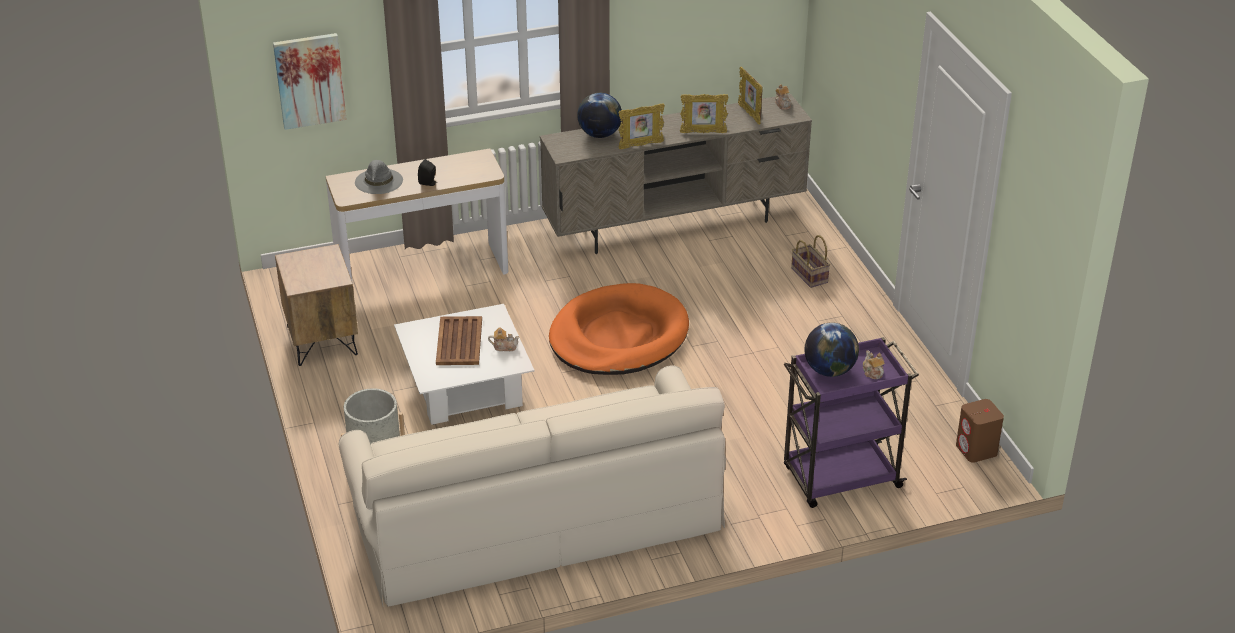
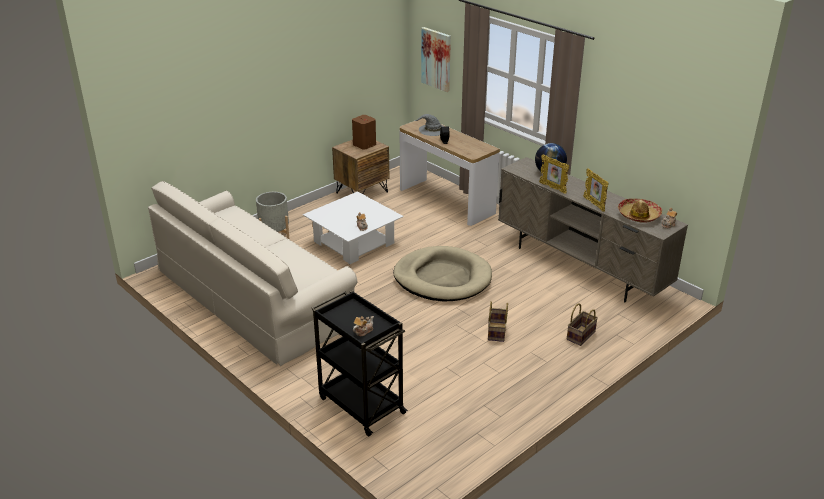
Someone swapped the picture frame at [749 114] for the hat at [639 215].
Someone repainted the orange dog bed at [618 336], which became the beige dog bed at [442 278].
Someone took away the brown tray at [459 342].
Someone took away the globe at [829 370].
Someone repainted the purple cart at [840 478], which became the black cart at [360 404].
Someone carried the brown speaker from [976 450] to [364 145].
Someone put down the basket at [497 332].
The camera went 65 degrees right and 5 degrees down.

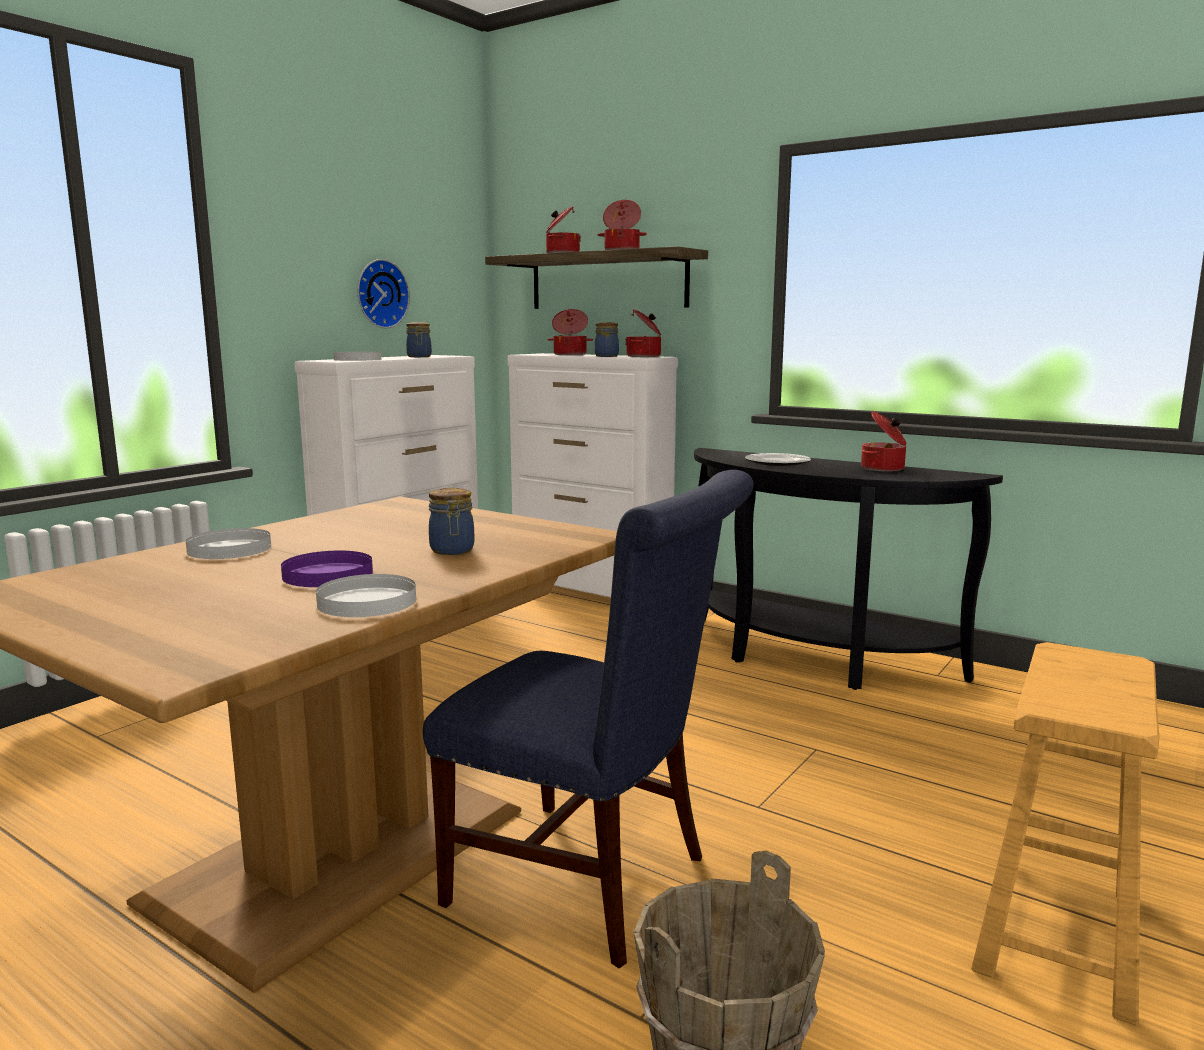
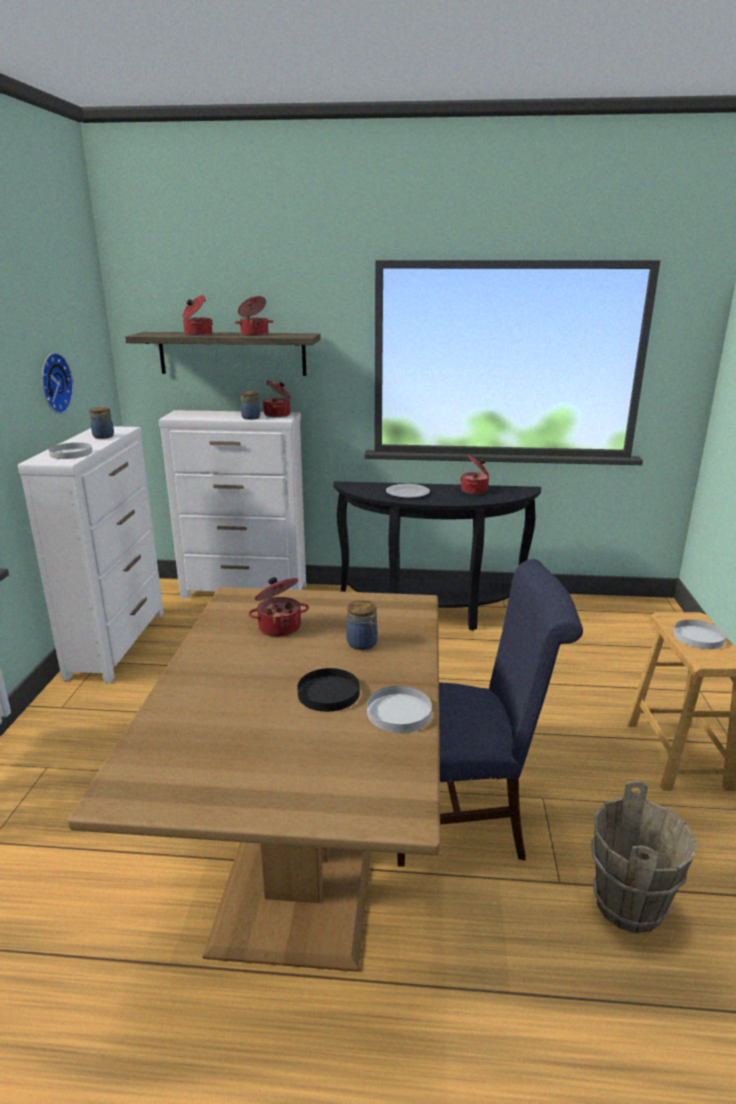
Someone carried the cooking pot from [570 354] to [279 627].
Someone carried the white plate from [229 549] to [698 637].
Someone repainted the purple plate at [328 574], which became the black plate at [329 693].
The camera went 30 degrees left and 10 degrees up.

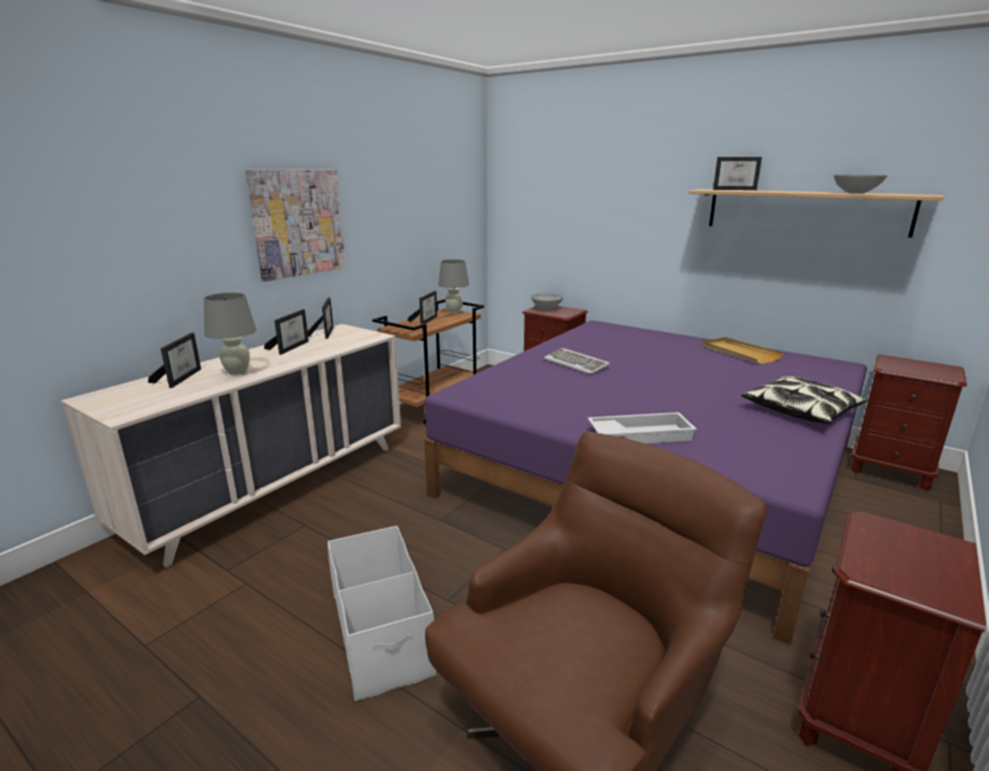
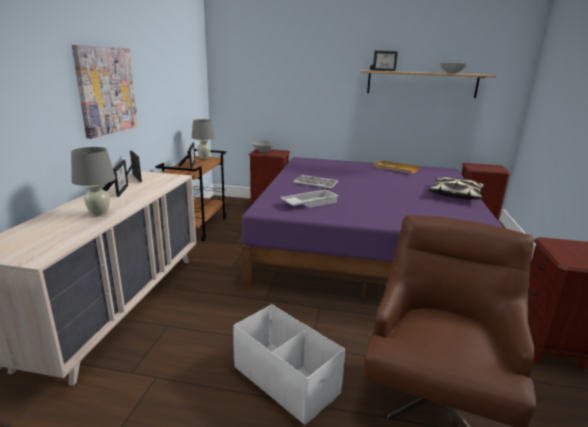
Someone took away the picture frame at [181 377].
Someone carried the white tray from [640 434] to [309 203].
The camera went 25 degrees left and 0 degrees up.

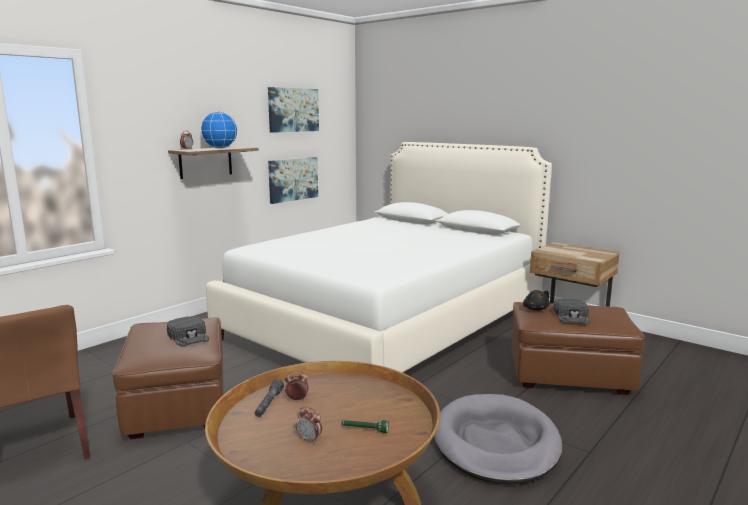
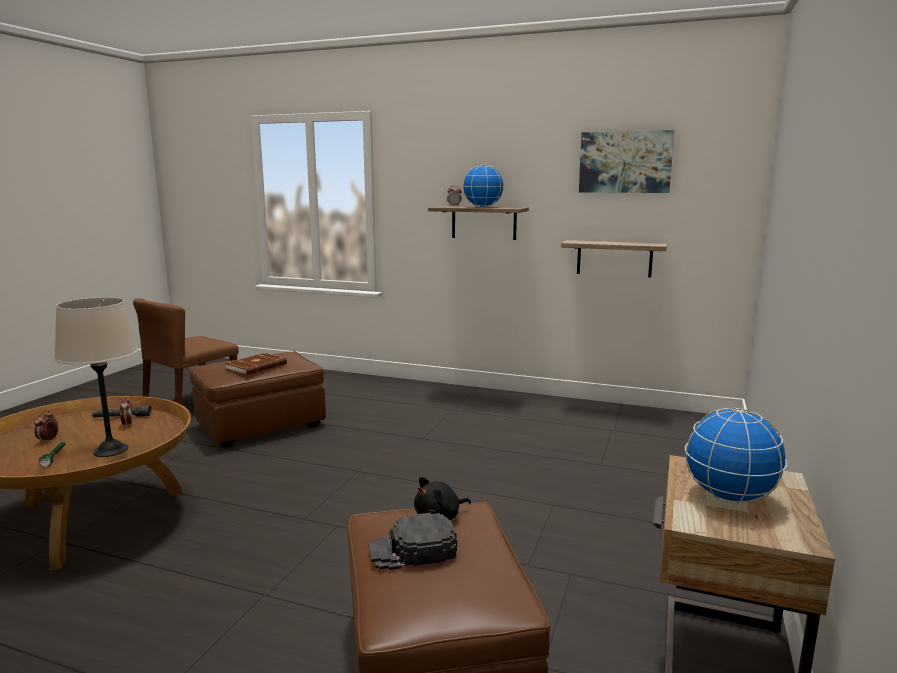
Someone took away the white bed at [388 323].
Someone swapped the picture at [293 179] for the shelf at [614 258].
Someone swapped the black cap at [189 336] for the brown book at [257 367].
Someone took away the grey dog bed at [495 443].
Someone put down the beige table lamp at [110 450].
Someone put down the globe at [729 497].
The camera went 70 degrees right and 0 degrees up.

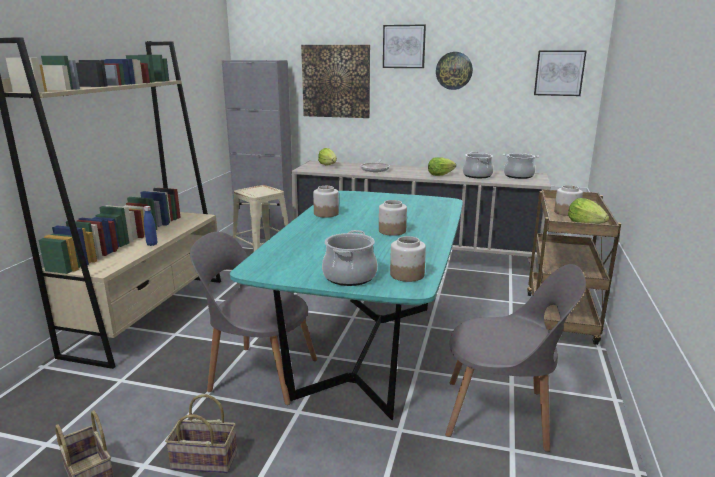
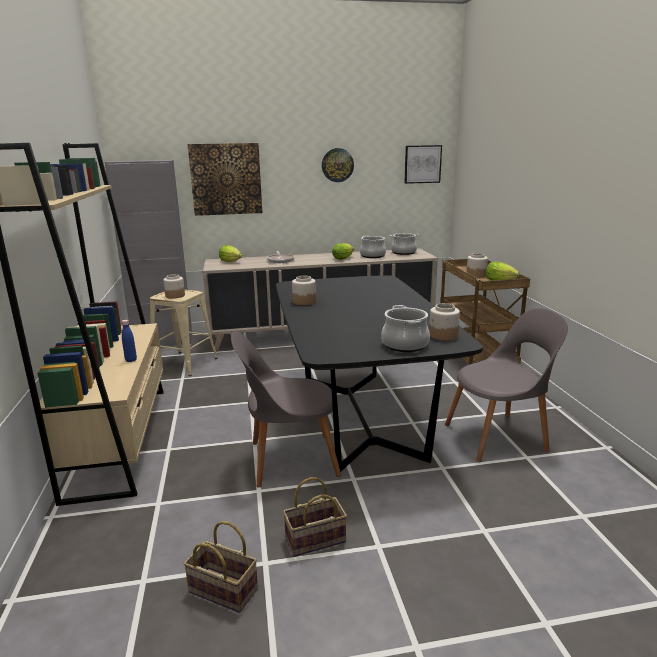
Someone took away the picture at [404 46].
Someone repainted the turquoise dining table at [368 349], which became the black dining table at [360 417].
Someone carried the jar from [392 231] to [175 296].
The camera went 25 degrees left and 0 degrees up.

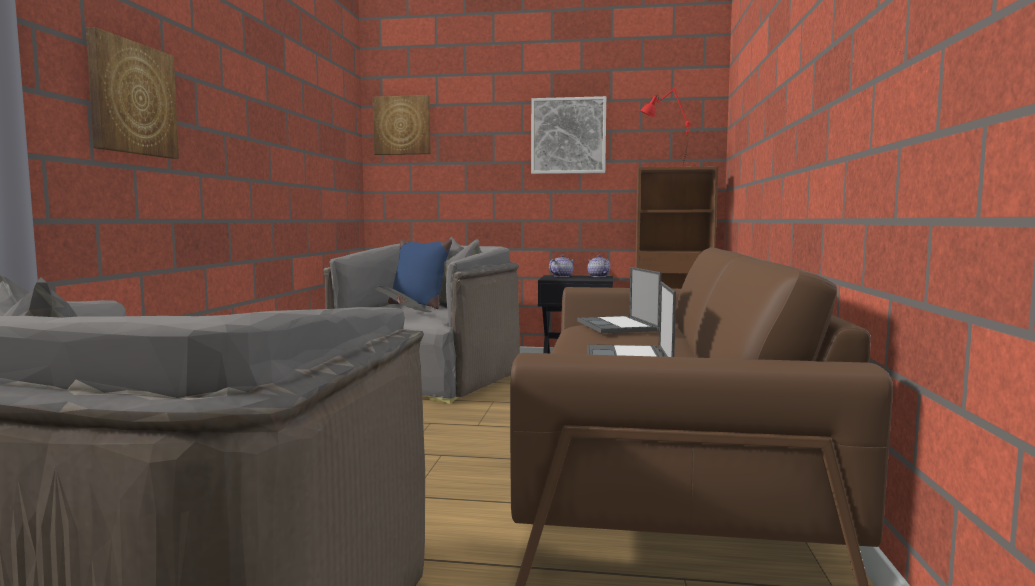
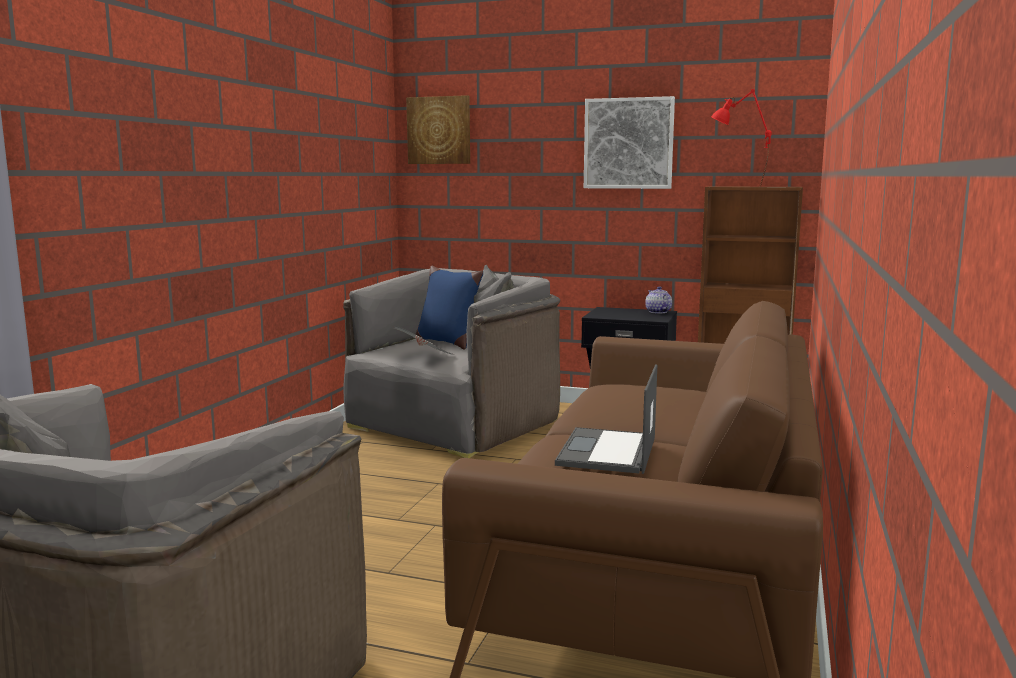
Someone took away the picture at [131 98].
Someone took away the teapot at [561 276].
Someone took away the laptop at [617 326].
The camera went 10 degrees right and 5 degrees up.

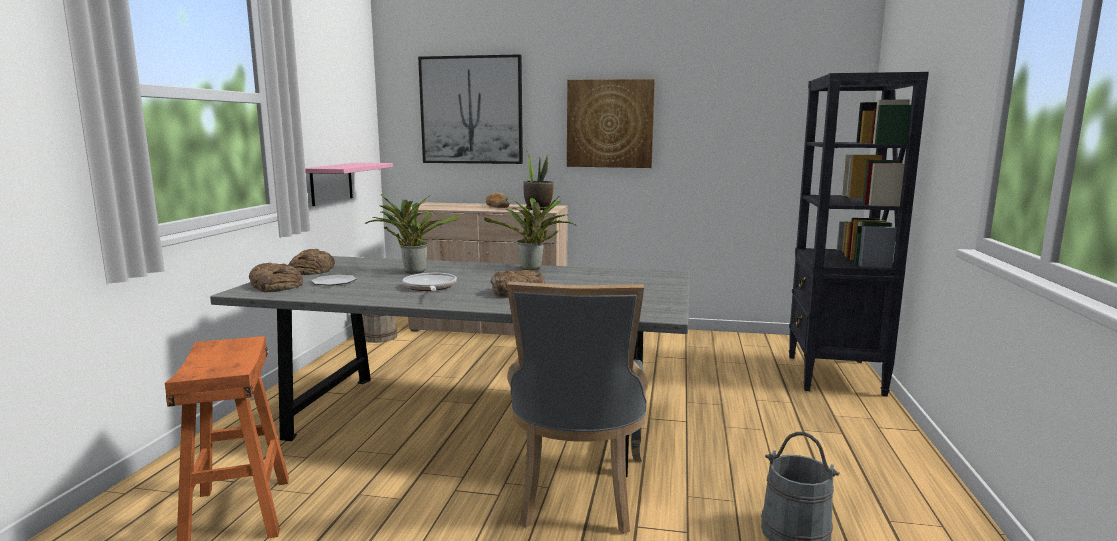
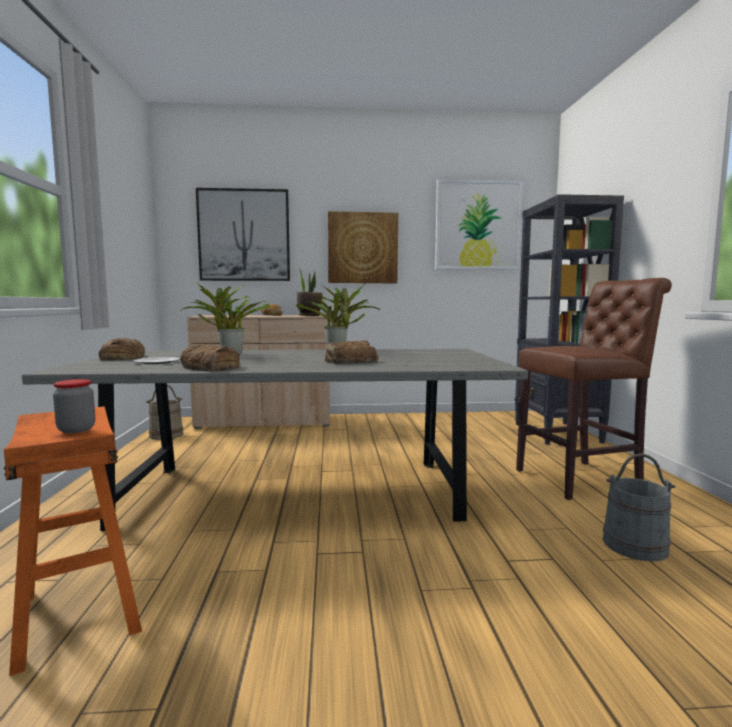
Someone took away the pink shelf at [331 183].
Someone carried the bread from [275 285] to [211 367].
Someone took away the frying pan at [430 287].
Someone took away the grey chair at [578 493].
Someone put up the picture at [478 225].
Someone put down the brown stool at [582 479].
Someone put down the jar at [76 429].
The camera went 15 degrees left and 5 degrees down.

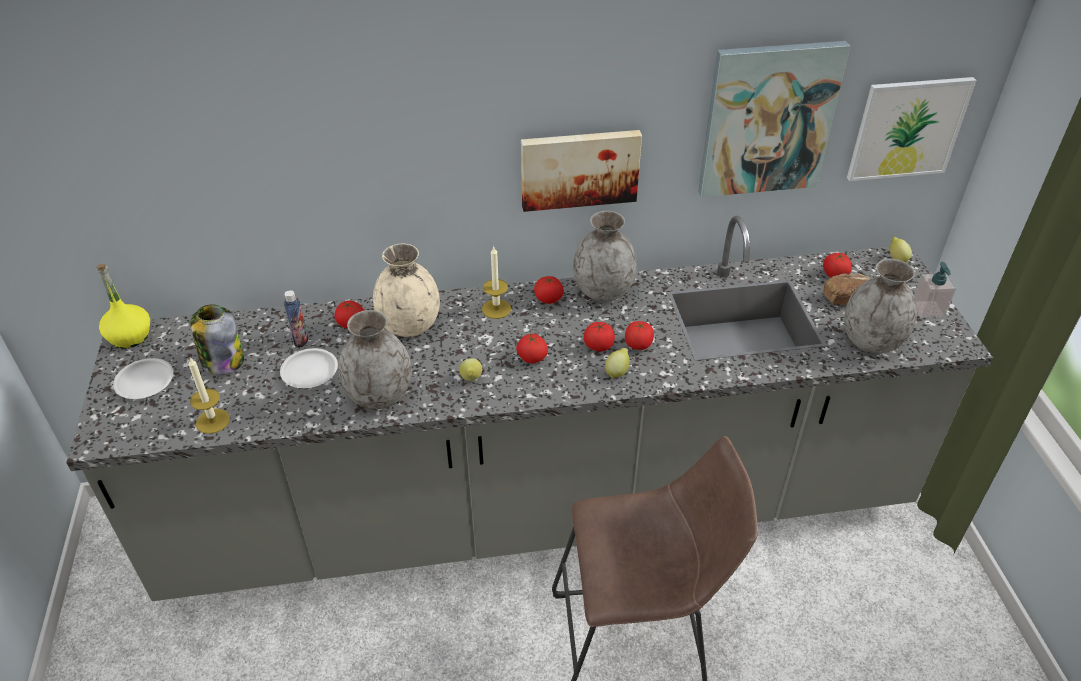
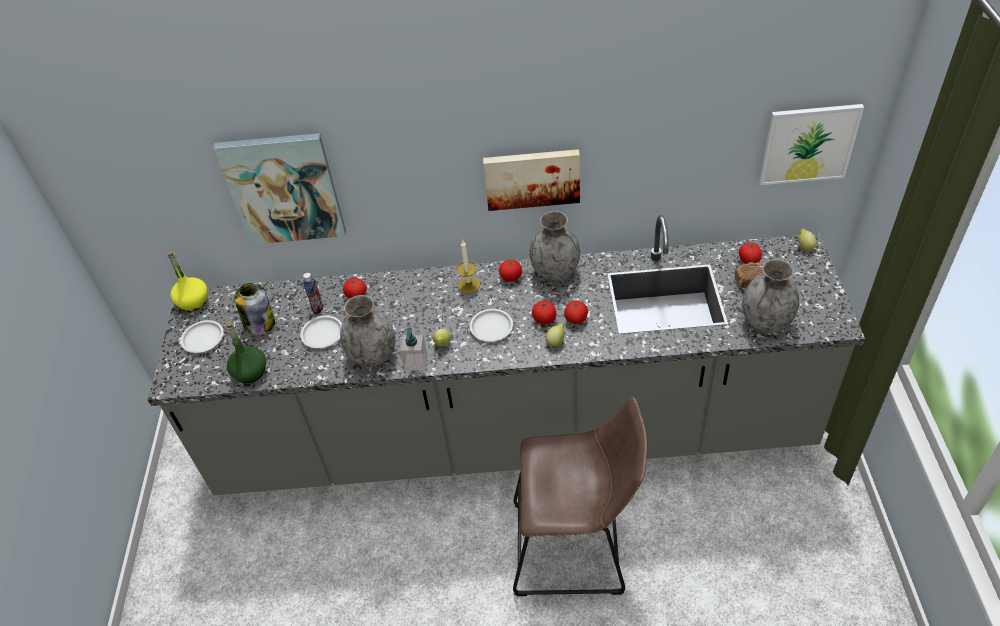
Someone carried the picture from [768 119] to [283 188].
Someone took away the beige vase at [410 325].
Someone carried the soap dispenser from [928 309] to [415 362].
Someone swapped the tomato at [532 358] for the white plate at [491 328].
Someone swapped the candle at [213 421] for the green bottle at [250 372].
The camera went 10 degrees right and 5 degrees up.

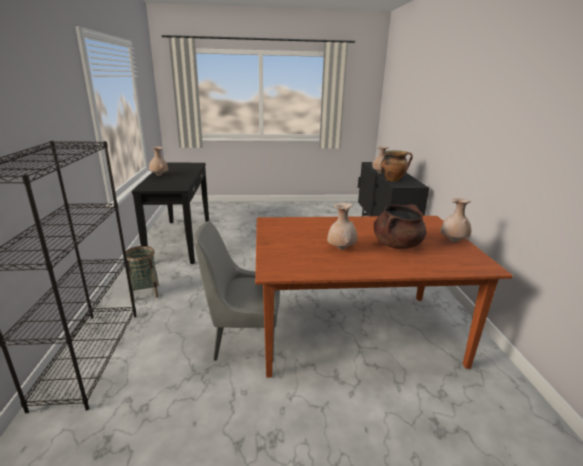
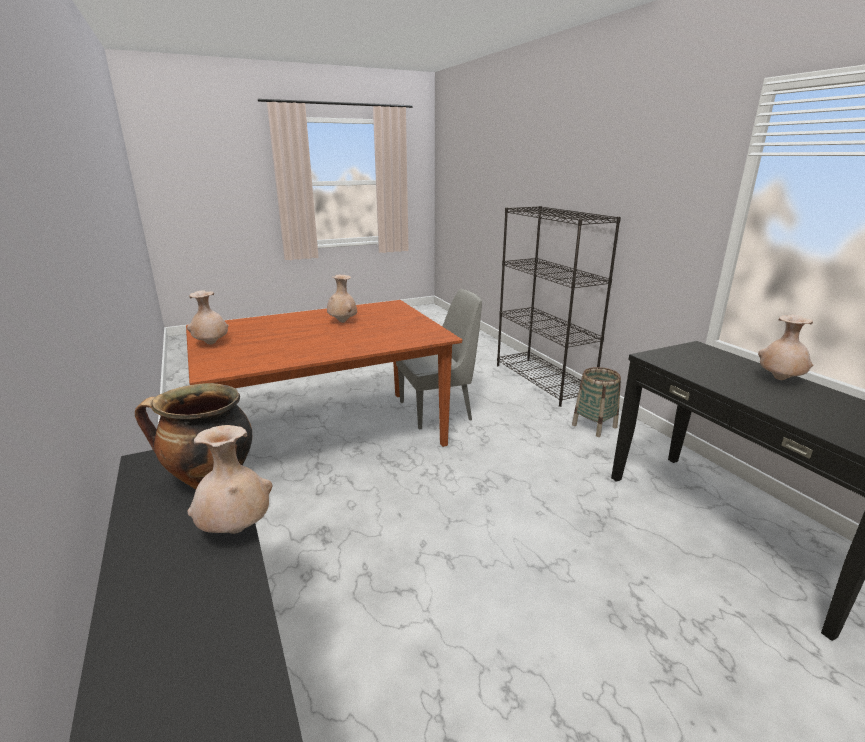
Someone took away the brown cooking pot at [397 245].
The camera went 160 degrees right and 0 degrees up.

